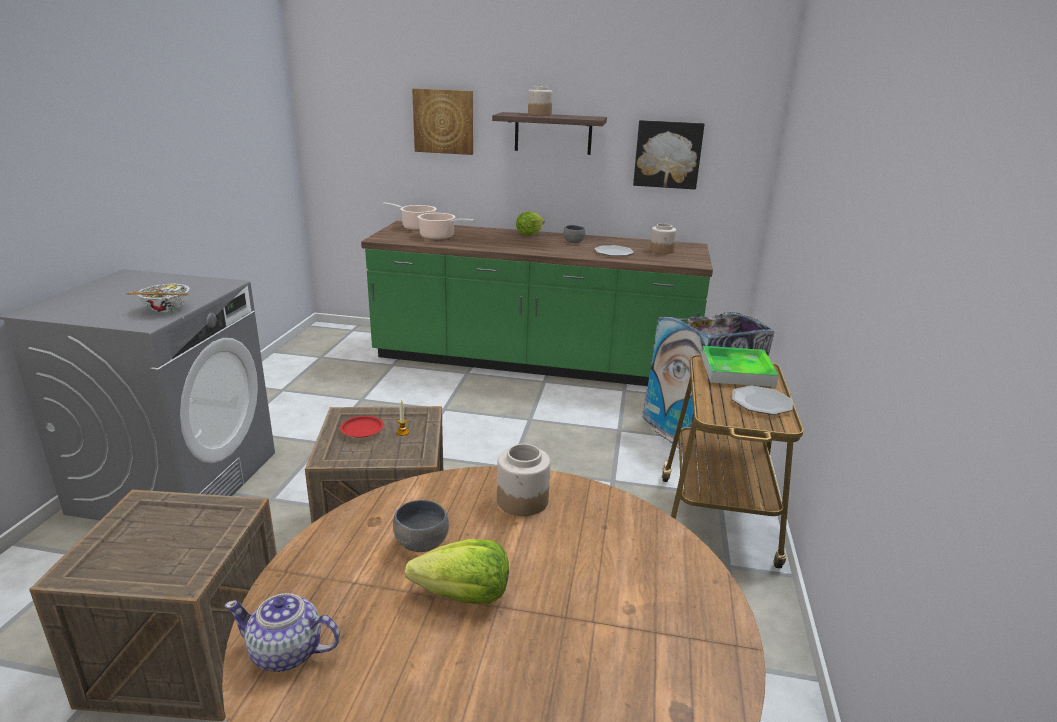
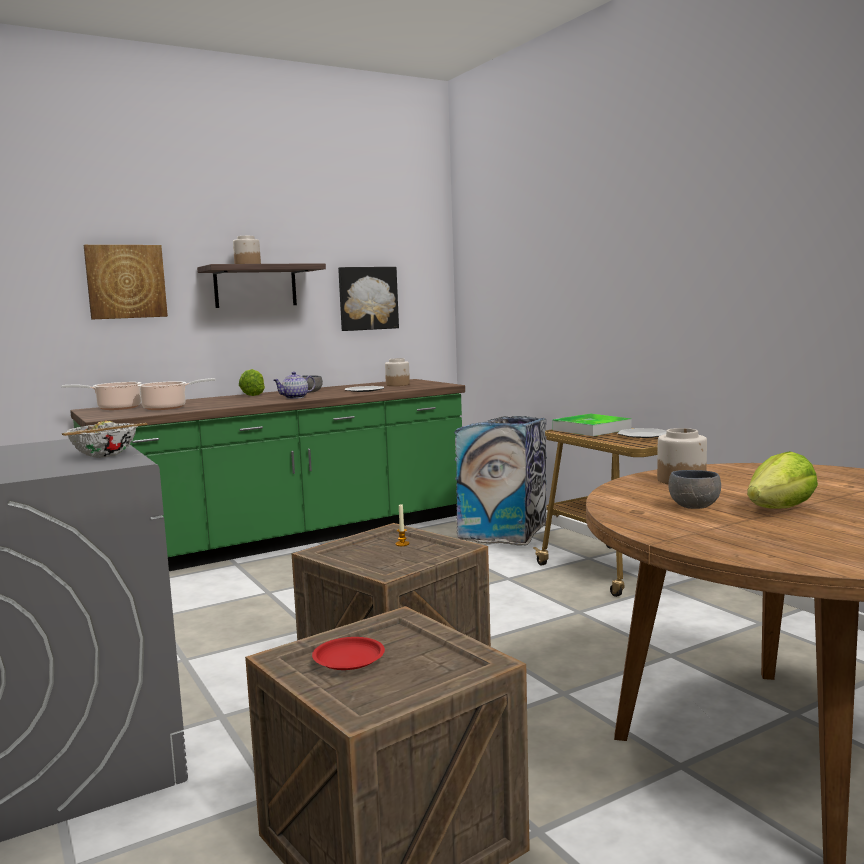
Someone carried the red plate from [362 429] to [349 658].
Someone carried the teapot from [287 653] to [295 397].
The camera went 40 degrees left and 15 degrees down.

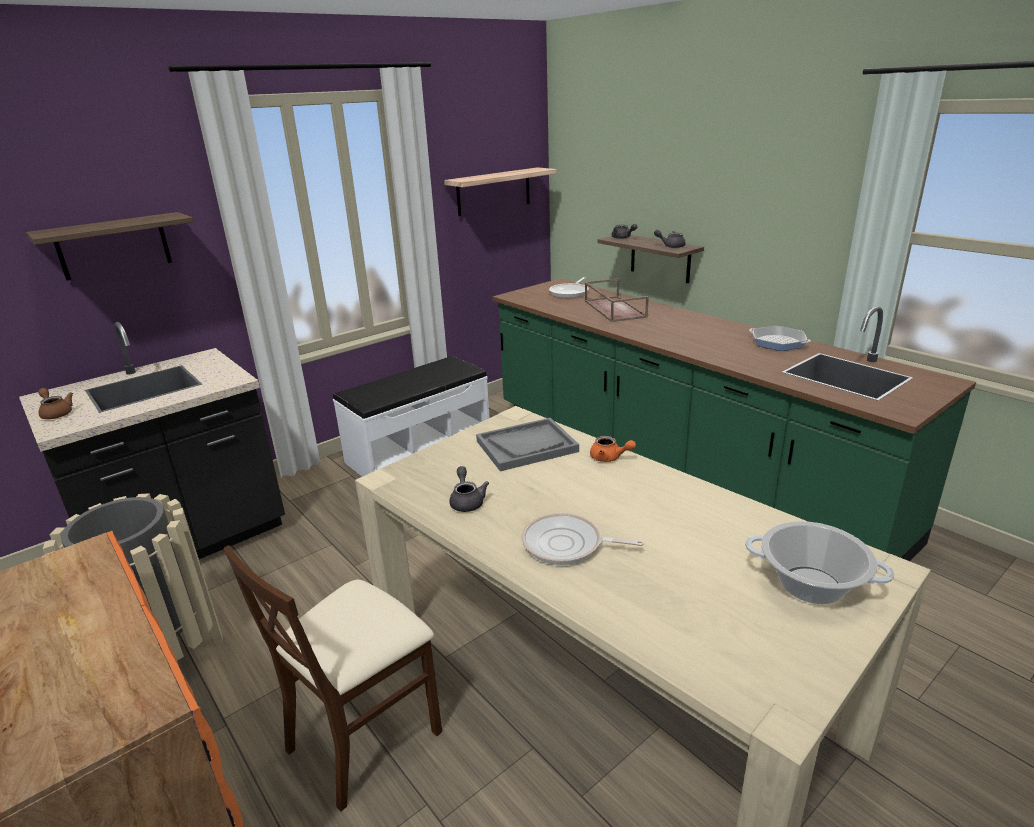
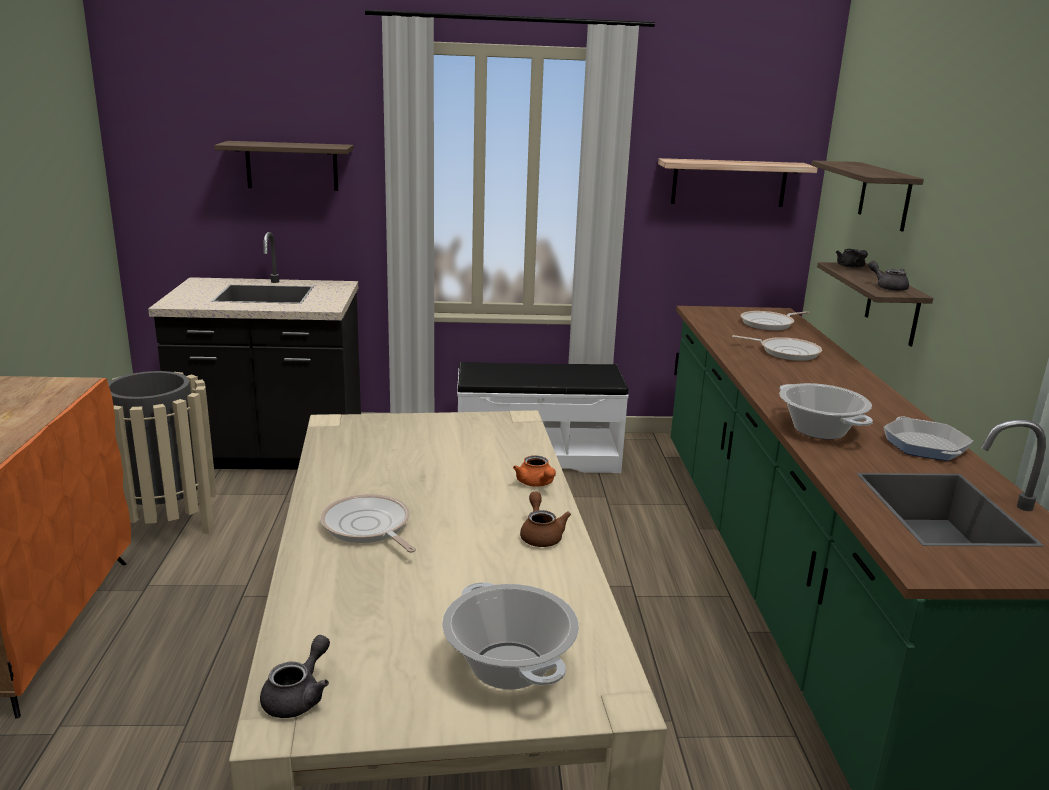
Someone swapped the brown tray at [613 309] for the frying pan at [786 352].
Someone carried the brown teapot from [56 413] to [541 535].
Someone took away the grey tray at [527 446].
Someone carried the grey teapot from [467 501] to [299 696].
Someone took away the beige chair at [364 736].
Someone put up the shelf at [885 196].
Someone put down the cooking pot at [819 430].
The camera went 35 degrees right and 5 degrees down.

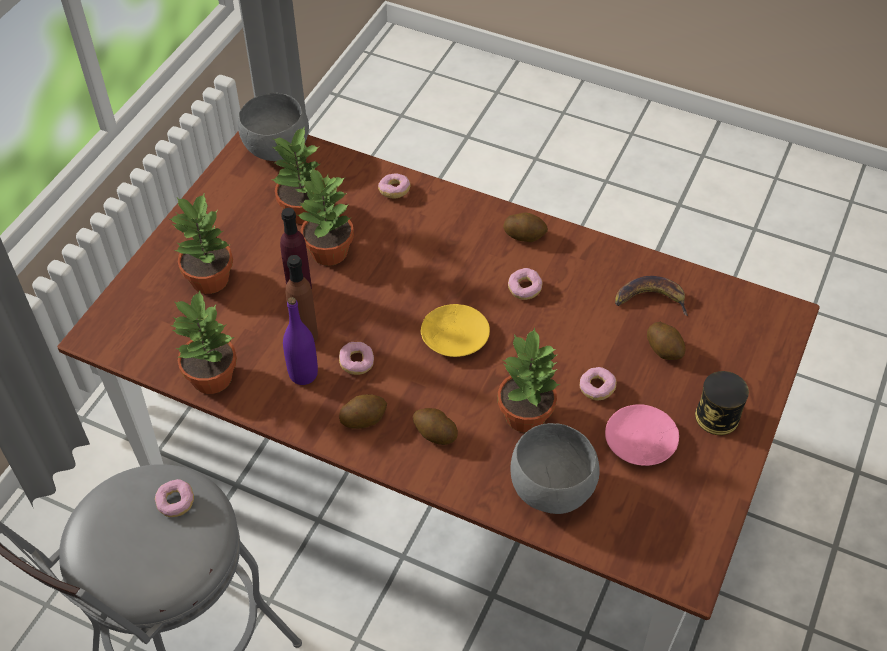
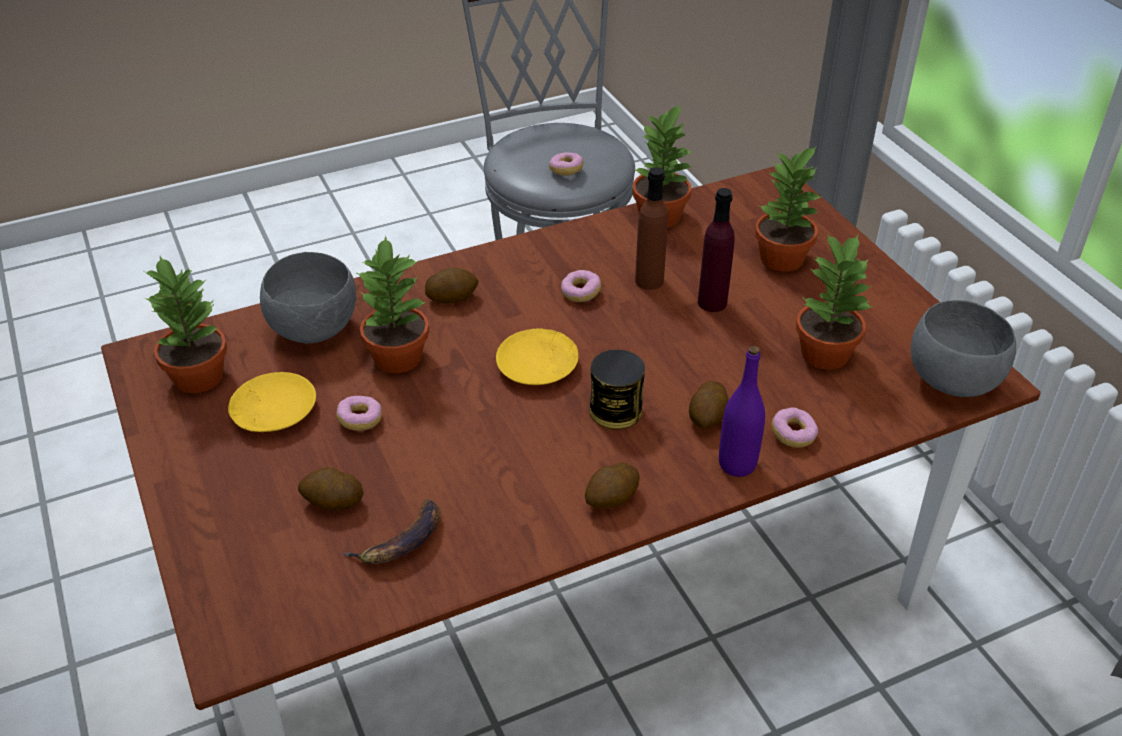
Someone carried the potted plant from [329 252] to [197 376].
Someone took away the donut at [524 289].
Someone carried the purple bottle from [303 374] to [737 464].
Someone carried the can from [717 416] to [615 411].
Someone carried the potato from [363 419] to [708 418].
Someone repainted the pink plate at [641 441], which became the yellow plate at [273 411].
The camera went 130 degrees right and 10 degrees down.

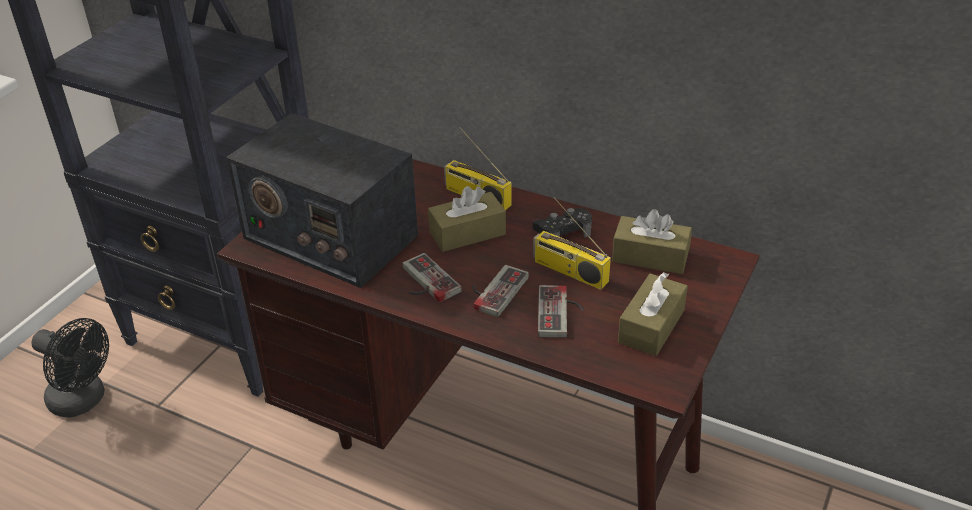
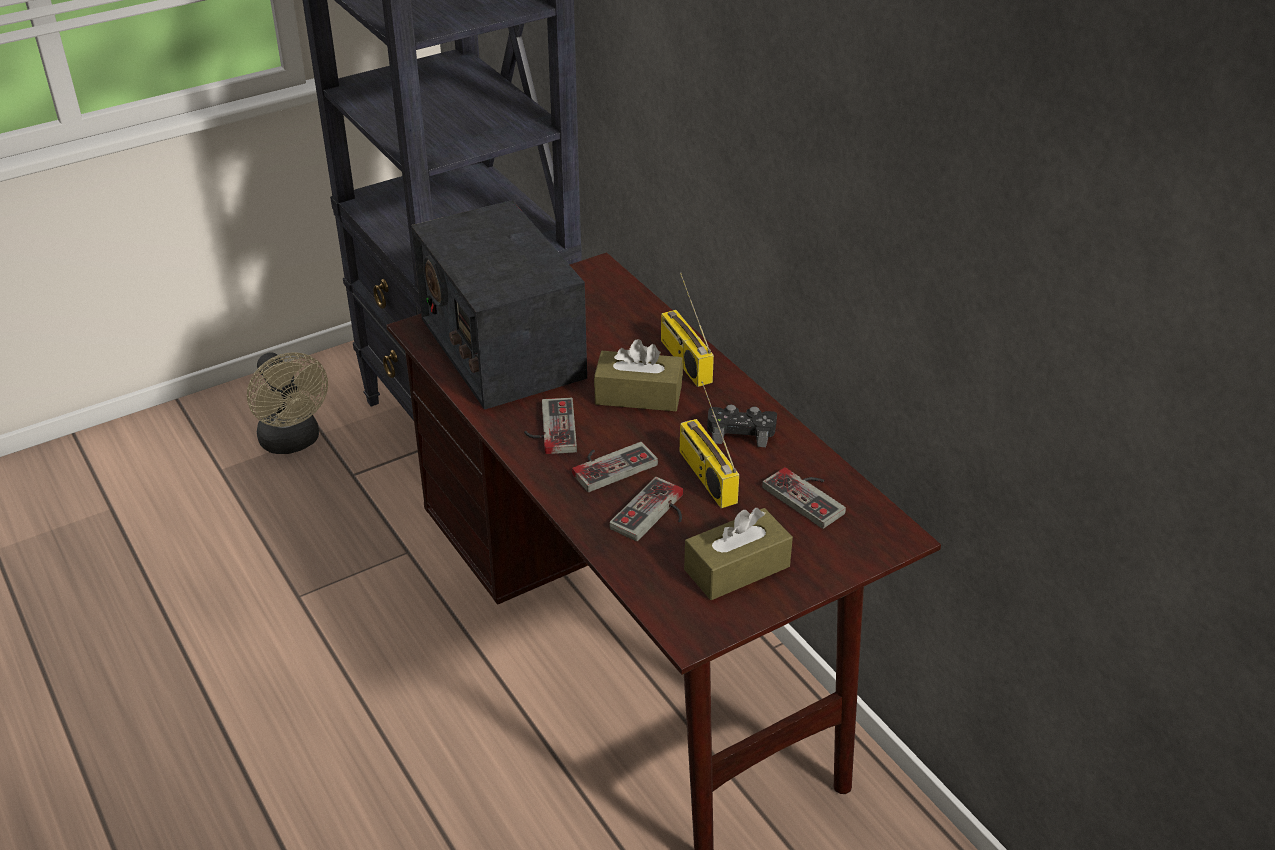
Someone swapped the brown tissue box at [650 256] for the game controller at [810 495].
Someone repainted the black fan at [84 401], which became the beige fan at [293 442].
The camera went 30 degrees right and 0 degrees up.

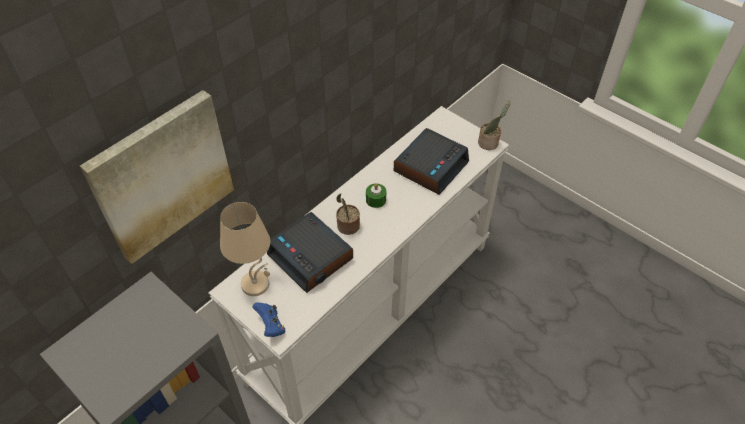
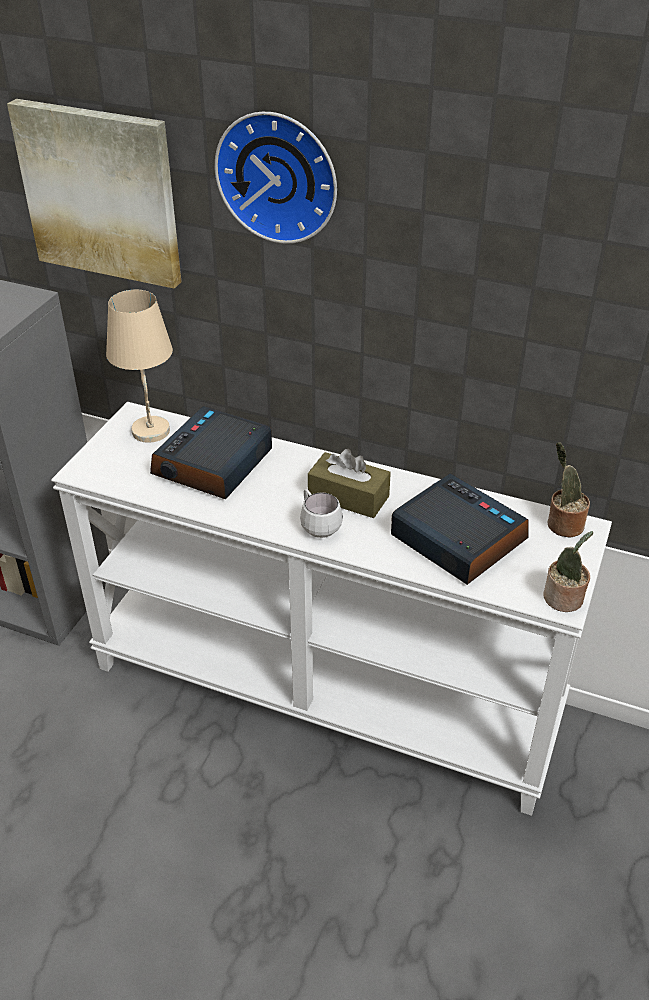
Someone rotated the alarm clock at [430 166] by 150 degrees counterclockwise.
Someone swapped the green candle at [376 200] for the brown tissue box at [348 497].
Someone carried the potted plant from [347 227] to [562 524].
Someone took away the blue game controller at [271 325].
Someone put up the wall clock at [279 175].
Someone put down the white mug at [317 525].
The camera went 70 degrees right and 10 degrees down.

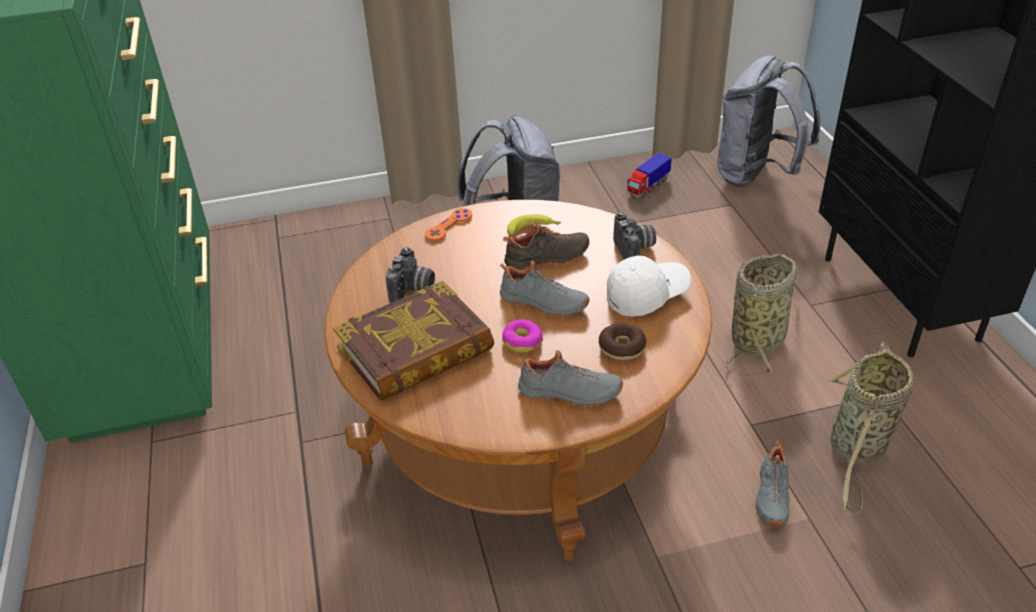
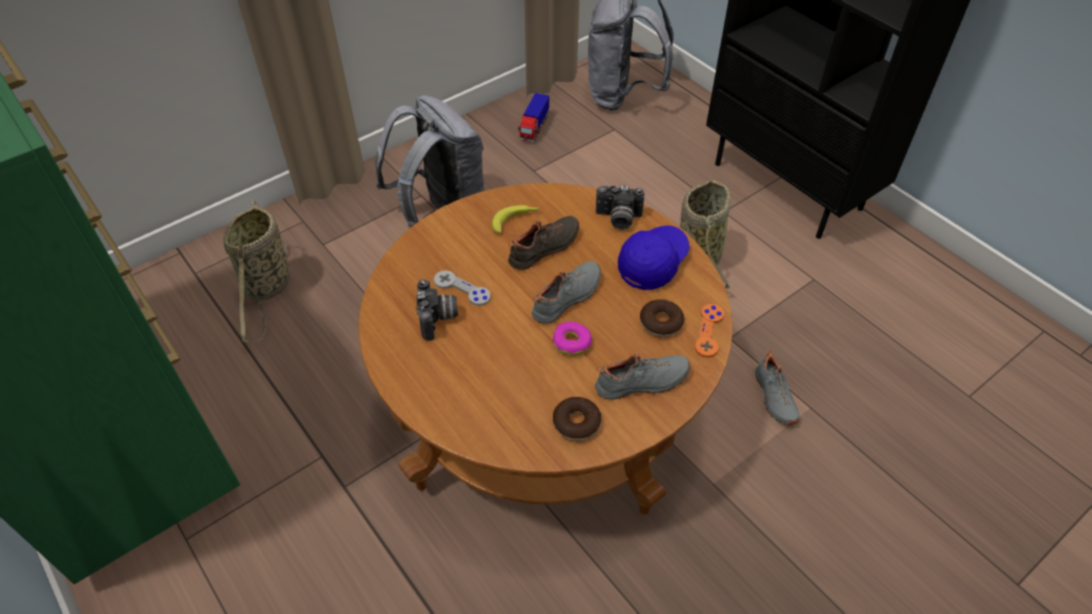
Someone carried the orange game controller from [449 226] to [709 331].
Someone rotated the photo camera at [635 250] by 135 degrees clockwise.
Someone repainted the white cap at [647 295], which became the blue cap at [653 263].
Someone rotated the grey shoe at [543 304] by 45 degrees counterclockwise.
Someone took away the book at [416 350].
Someone carried the basket from [857 449] to [267 288].
Someone put down the grey game controller at [462 289].
Someone put down the donut at [576 423].
The camera went 25 degrees left and 10 degrees up.

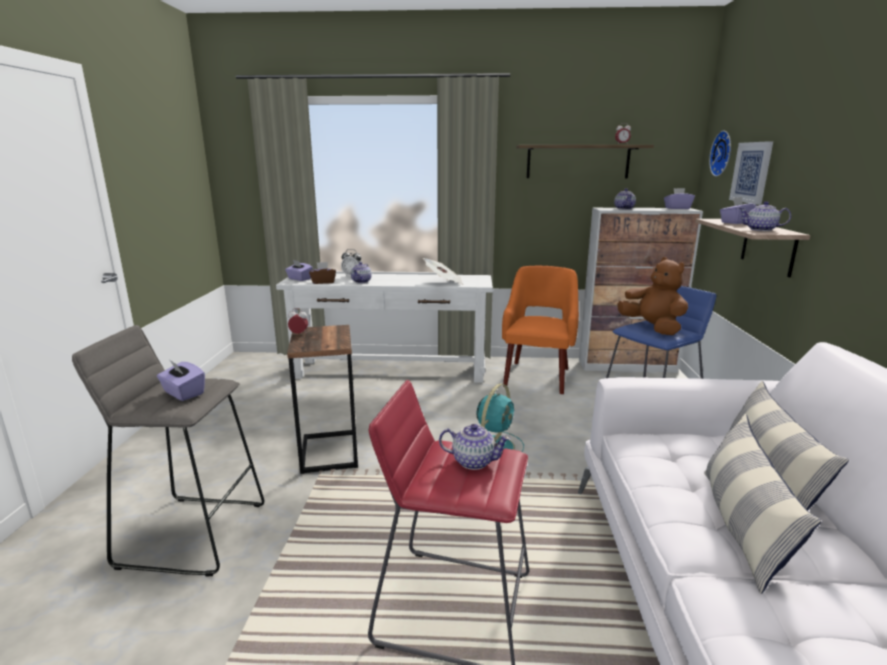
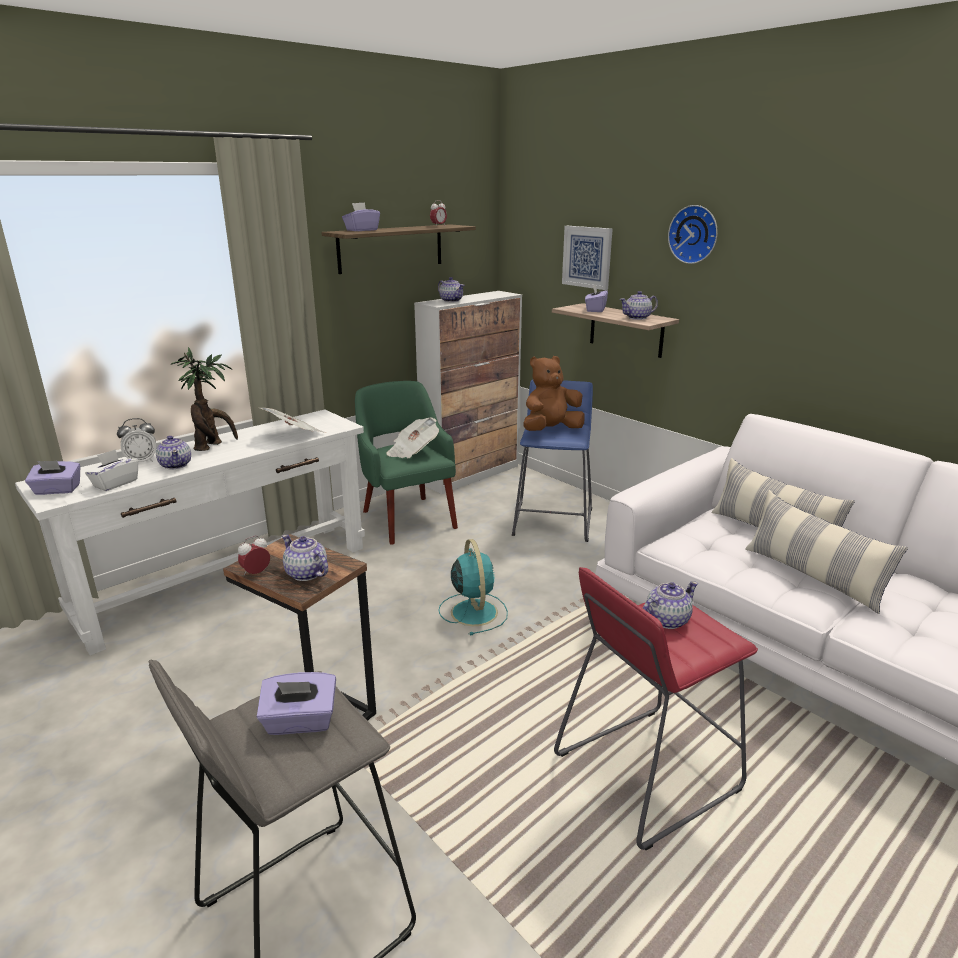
Someone carried the wall clock from [723 153] to [694 234].
Someone carried the purple tissue box from [677 208] to [361 230].
Someone rotated the brown plush toy at [652 328] by 45 degrees counterclockwise.
Someone repainted the brown tissue box at [323 282], which became the white tissue box at [115 483].
Someone repainted the orange armchair at [537 376], which became the green armchair at [408 518].
Someone put down the potted plant at [213 446].
Someone put down the newspaper at [412 451].
Someone put down the teapot at [306 574].
The camera went 45 degrees left and 5 degrees up.

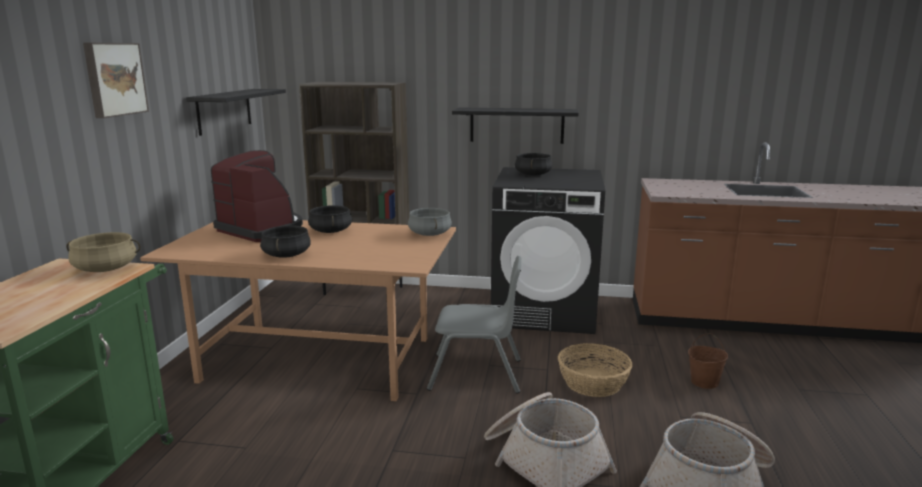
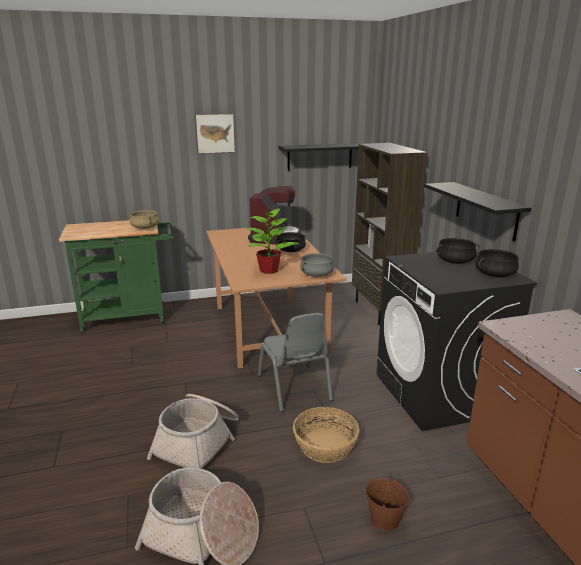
Someone carried the black cooking pot from [286 255] to [494 274].
Someone put down the potted plant at [269 270].
The camera went 65 degrees right and 5 degrees up.

